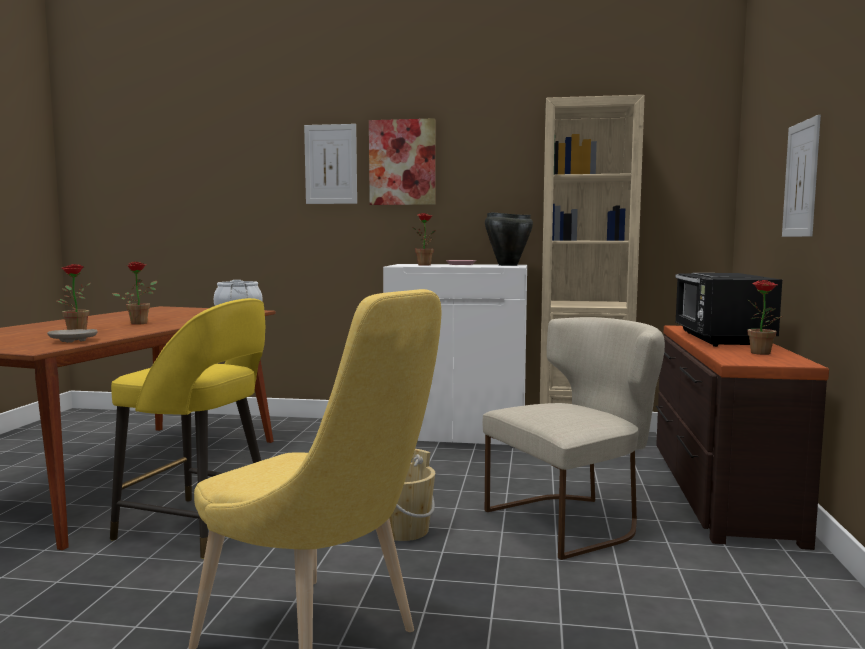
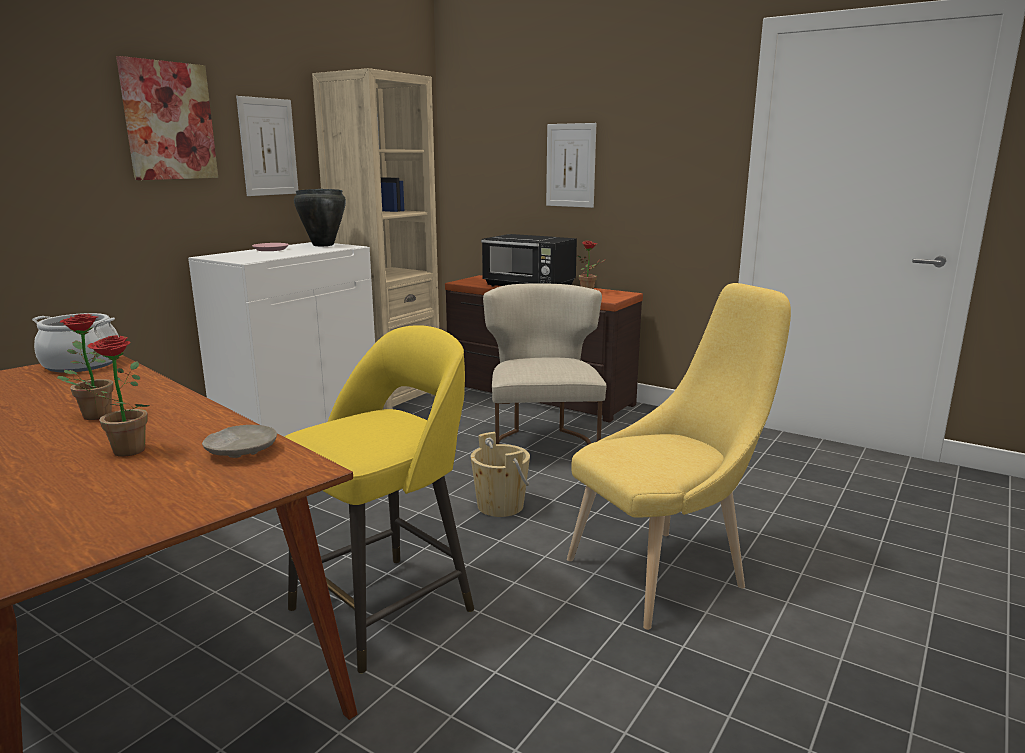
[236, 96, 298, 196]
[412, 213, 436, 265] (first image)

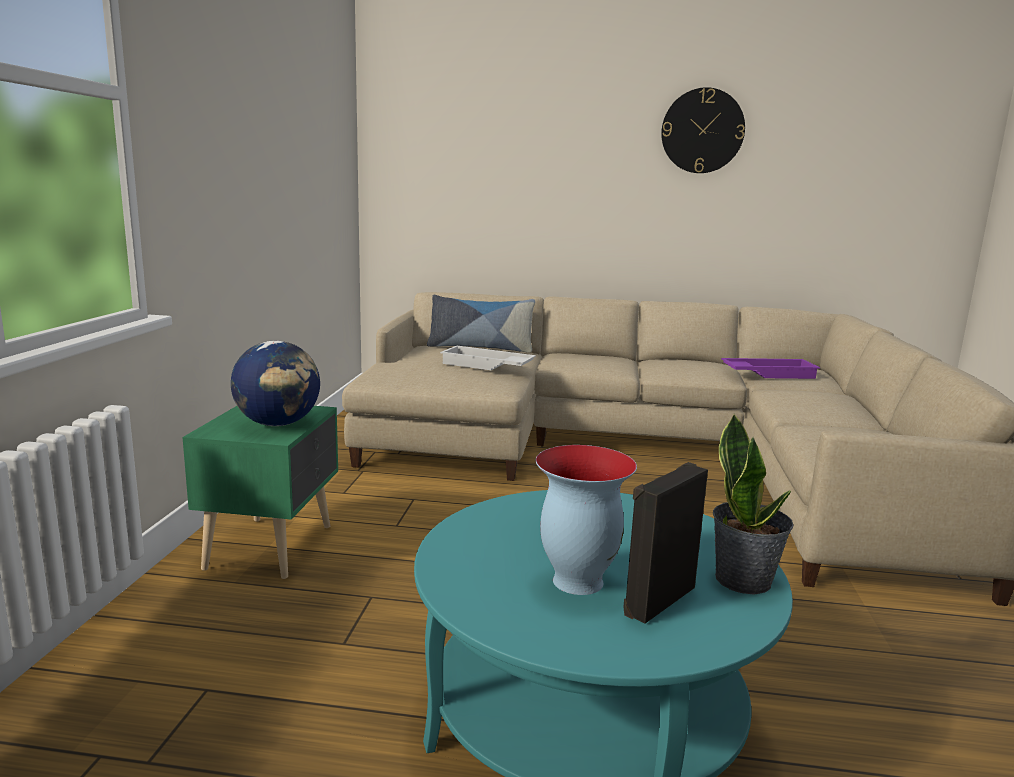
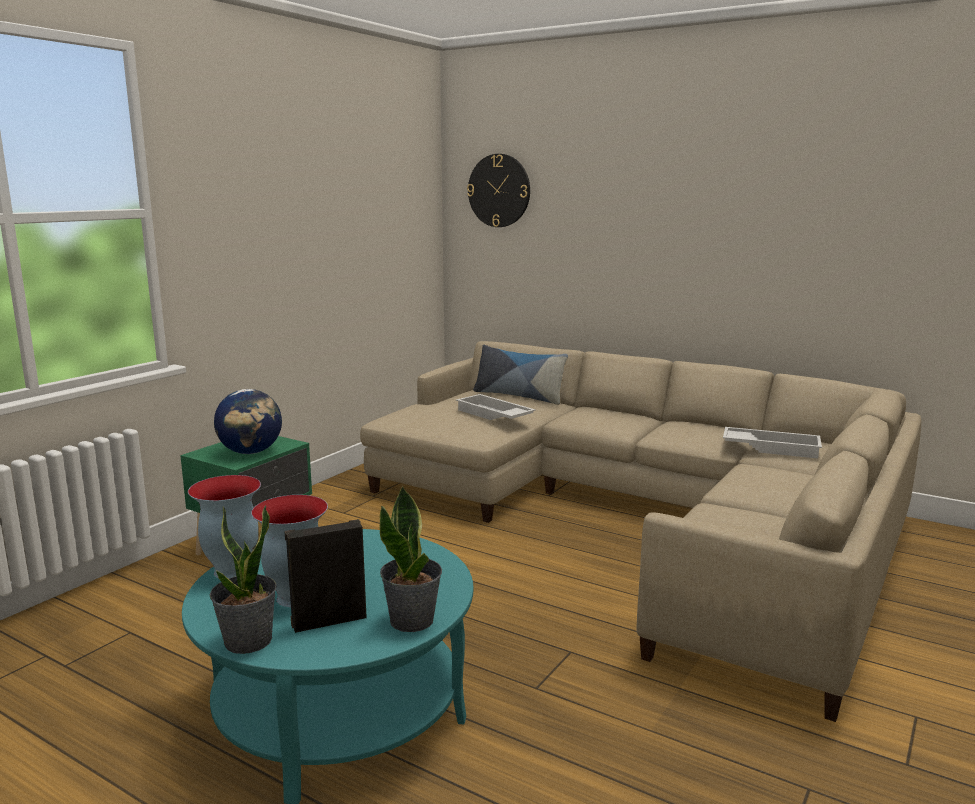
[467, 154, 530, 227]
[723, 427, 822, 458]
[188, 475, 261, 579]
[210, 505, 277, 654]

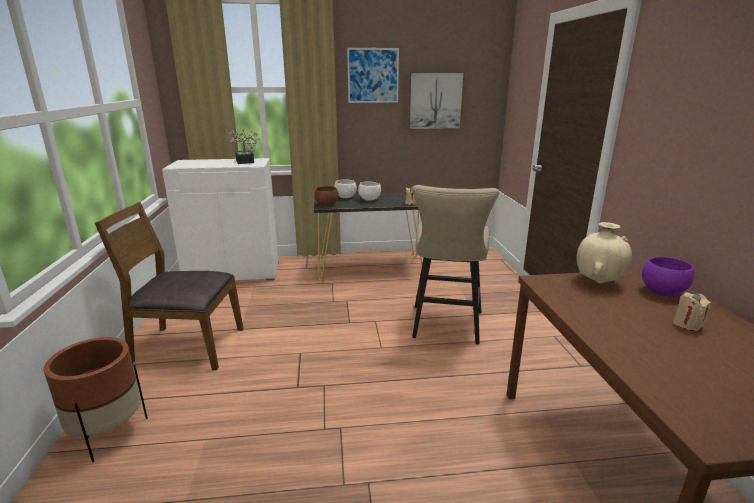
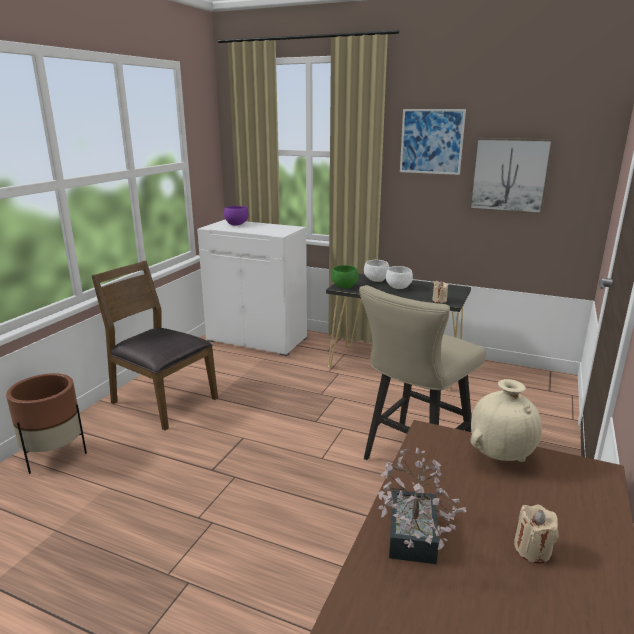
[377, 448, 466, 564]
[331, 265, 358, 289]
[224, 206, 248, 225]

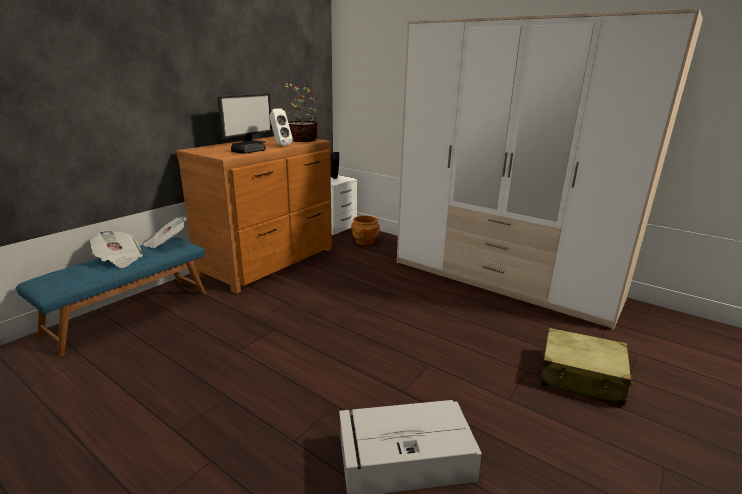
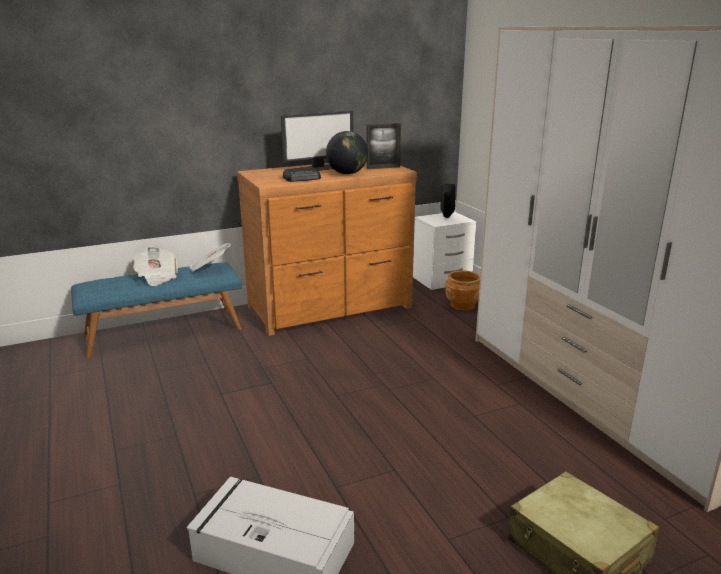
[326, 131, 368, 174]
[367, 123, 401, 169]

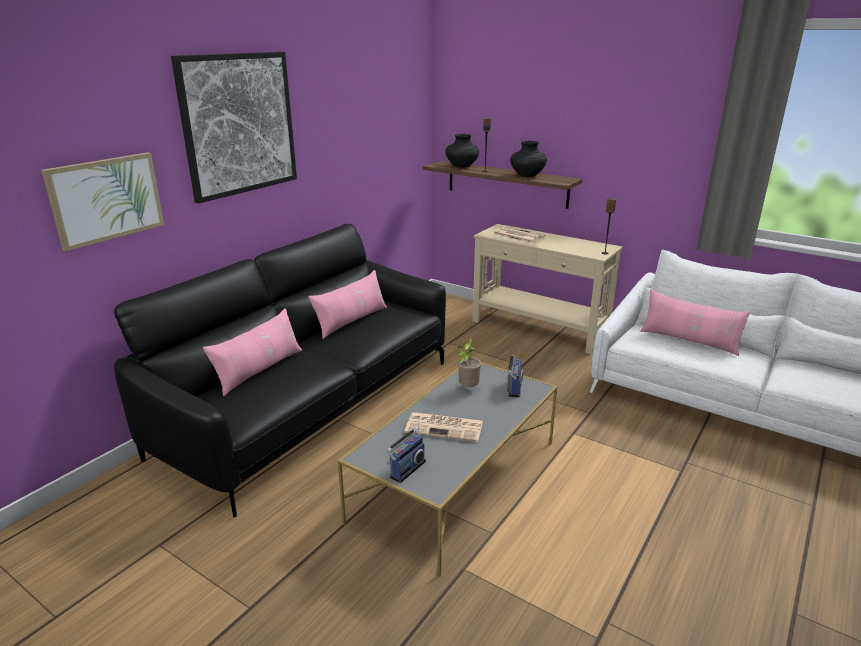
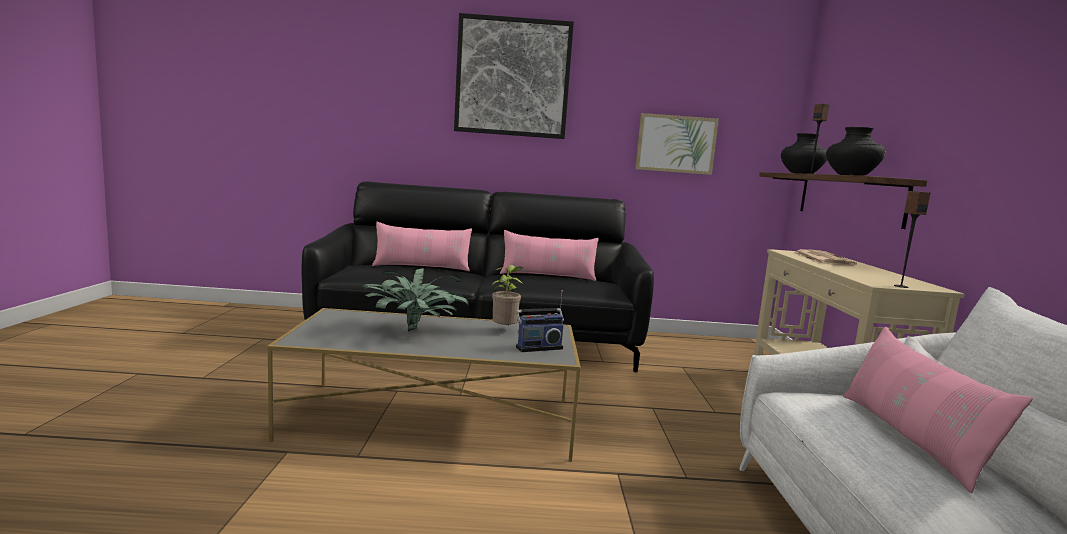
[635, 113, 719, 175]
[387, 416, 426, 483] (first image)
[362, 268, 469, 331]

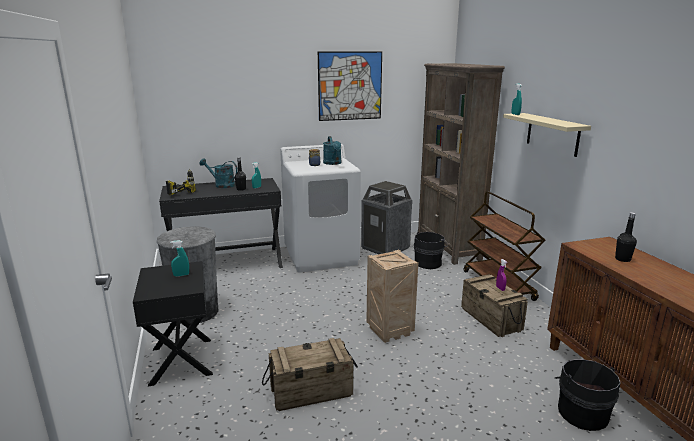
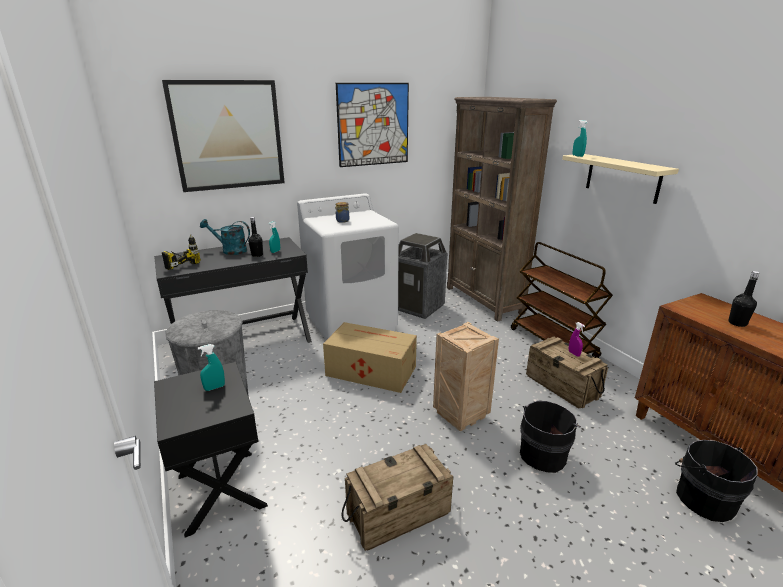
[323, 136, 341, 165] (first image)
[520, 401, 581, 473]
[162, 80, 285, 192]
[323, 322, 417, 393]

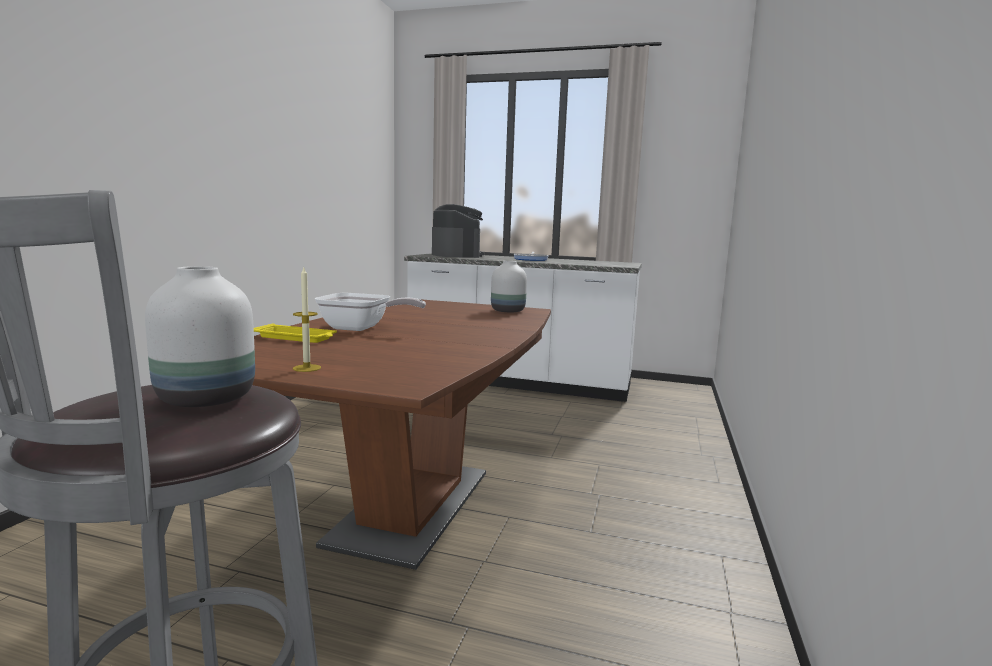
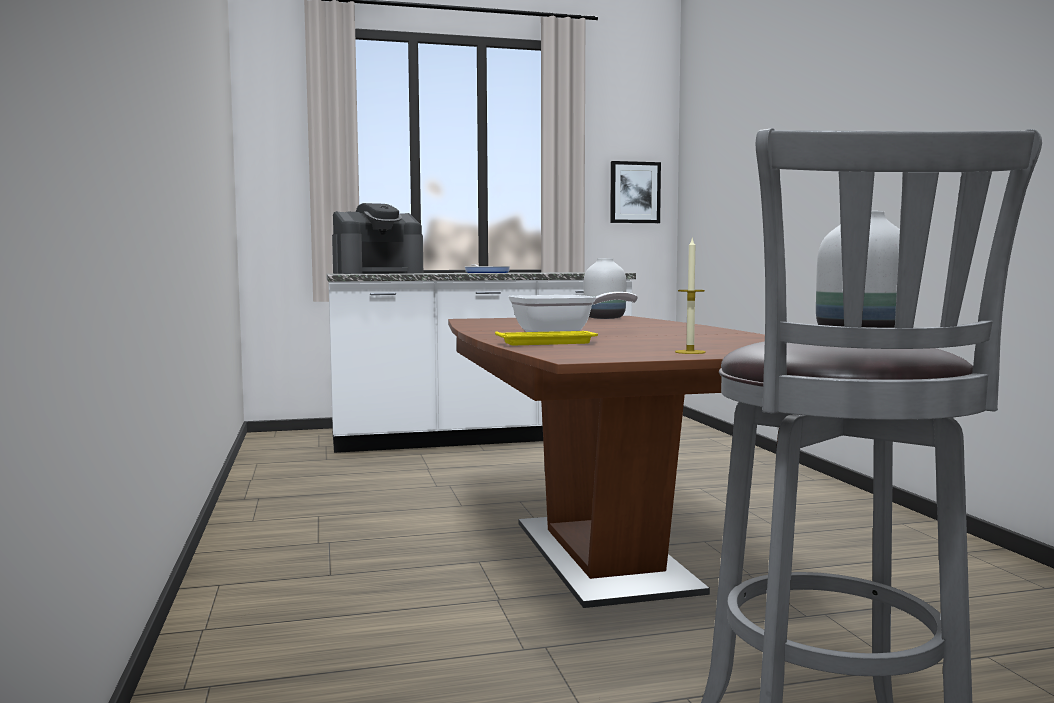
[332, 203, 423, 274]
[610, 161, 661, 223]

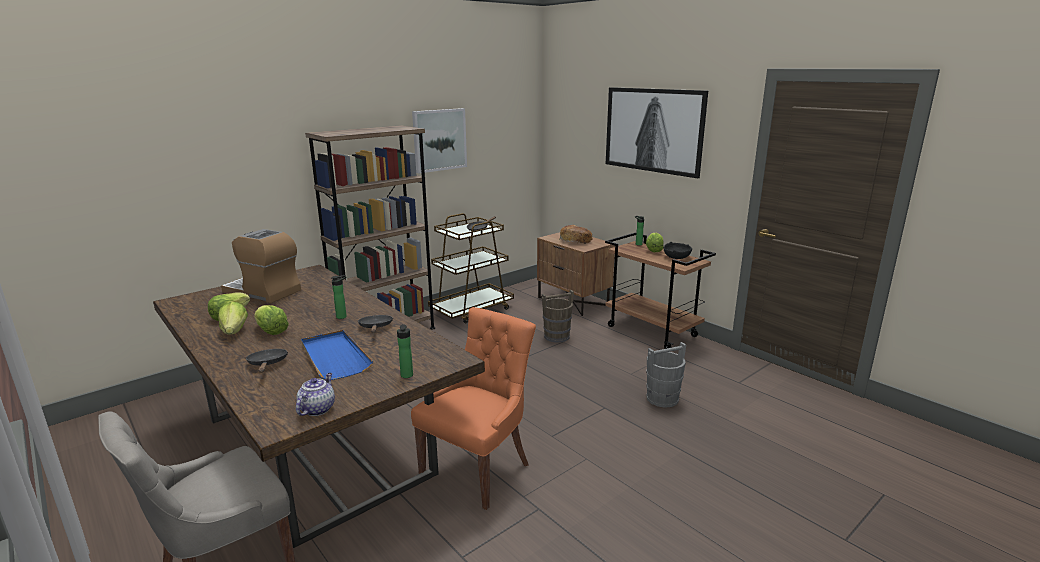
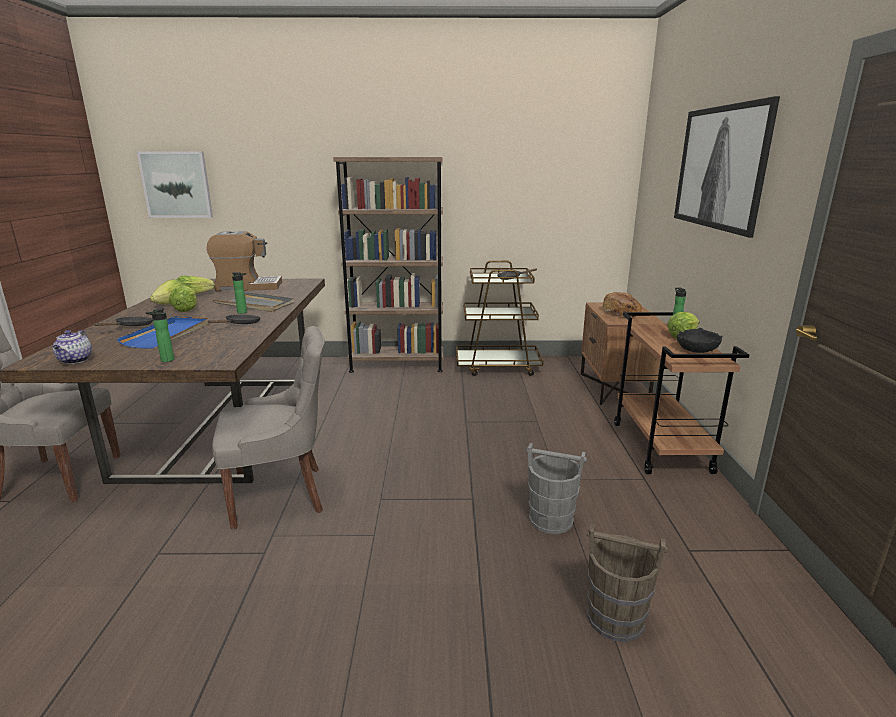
[207, 231, 282, 291]
[52, 330, 92, 364]
[212, 326, 325, 529]
[137, 152, 213, 218]
[587, 524, 667, 642]
[213, 292, 294, 312]

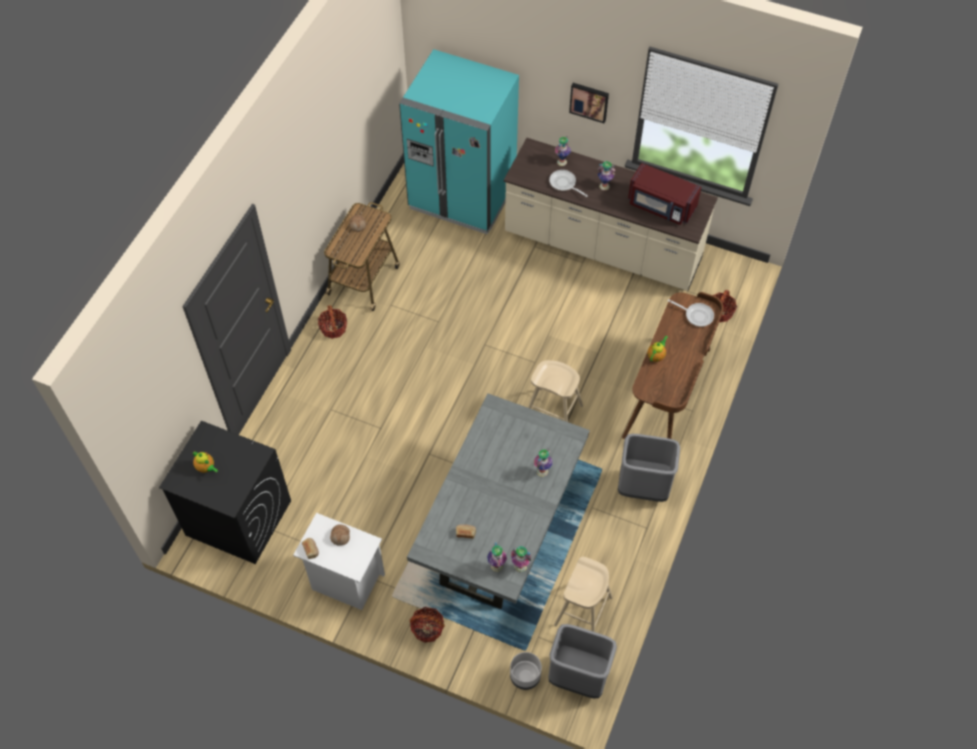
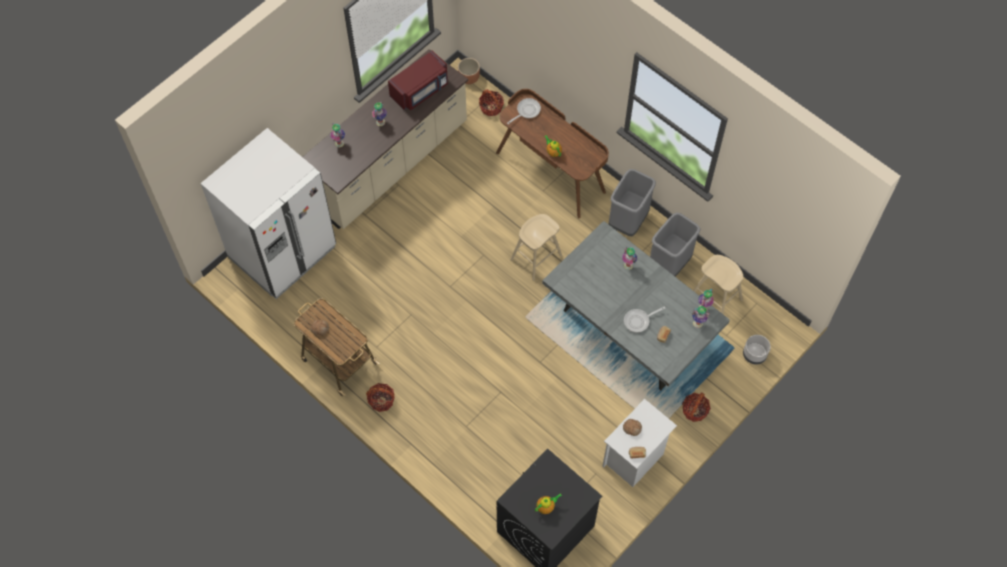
[201, 128, 336, 299]
[650, 212, 701, 277]
[624, 307, 665, 332]
[569, 83, 609, 123] (first image)
[458, 58, 480, 84]

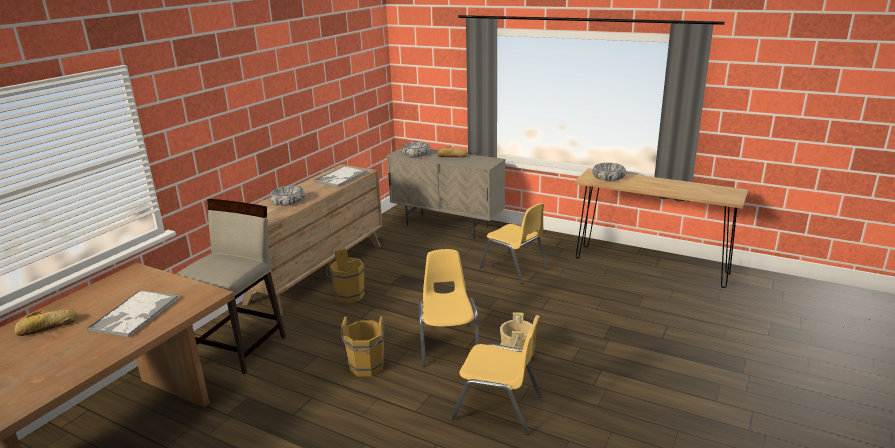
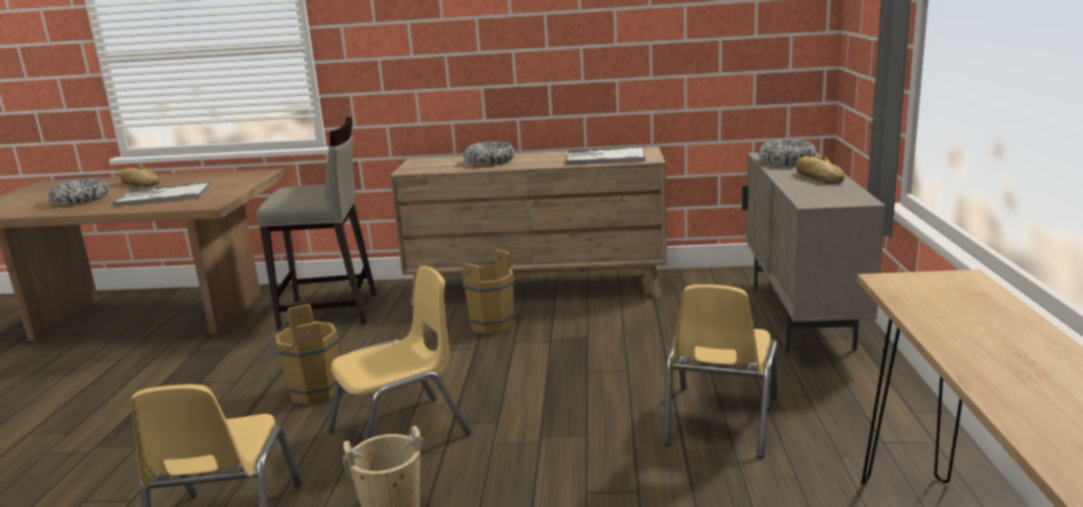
[48, 178, 108, 205]

